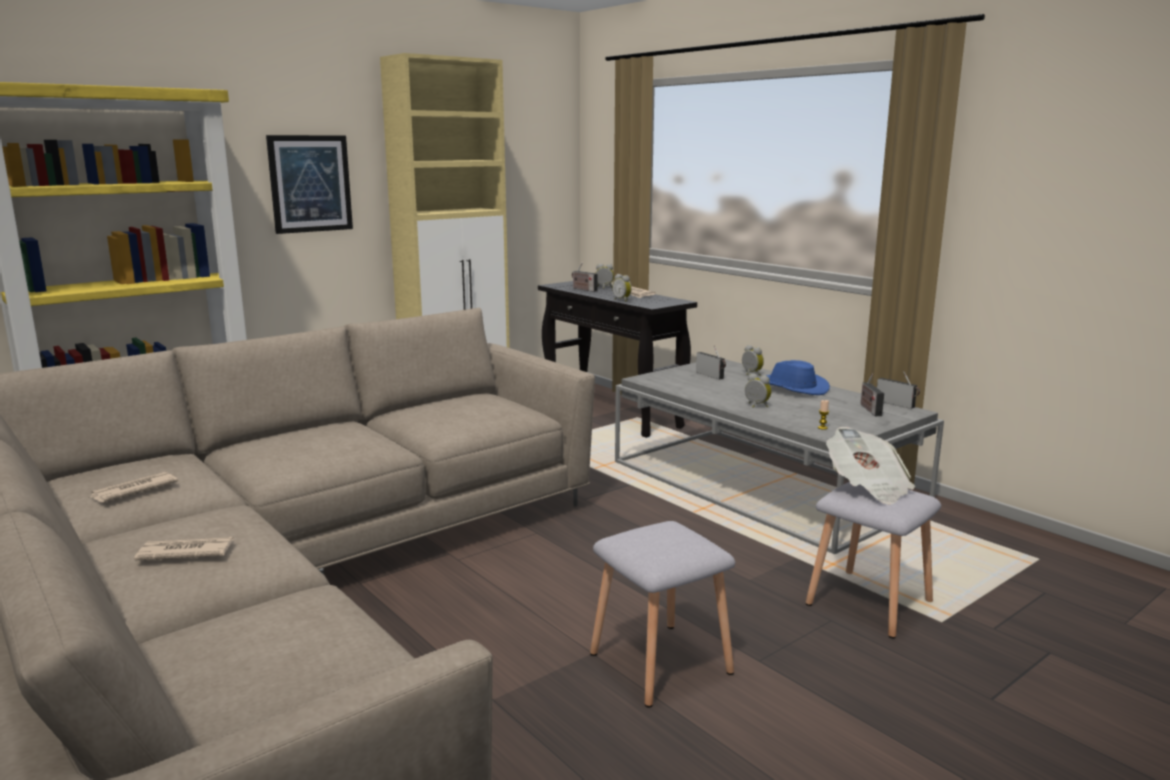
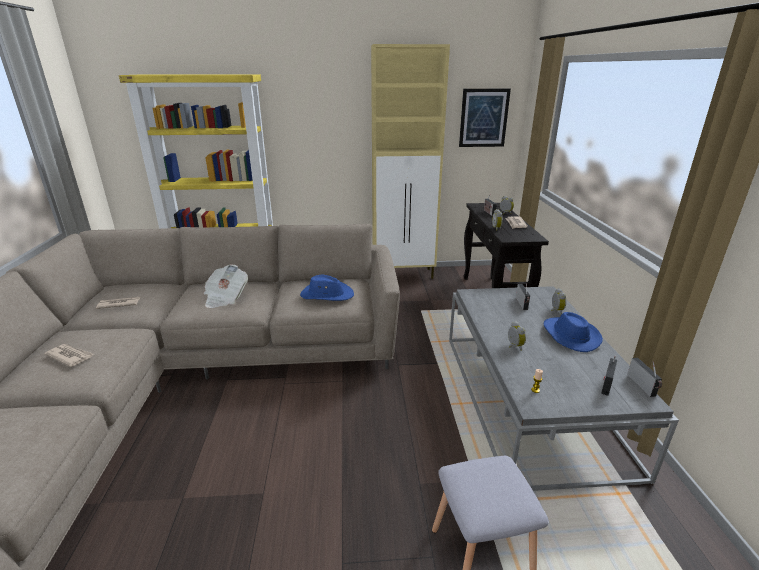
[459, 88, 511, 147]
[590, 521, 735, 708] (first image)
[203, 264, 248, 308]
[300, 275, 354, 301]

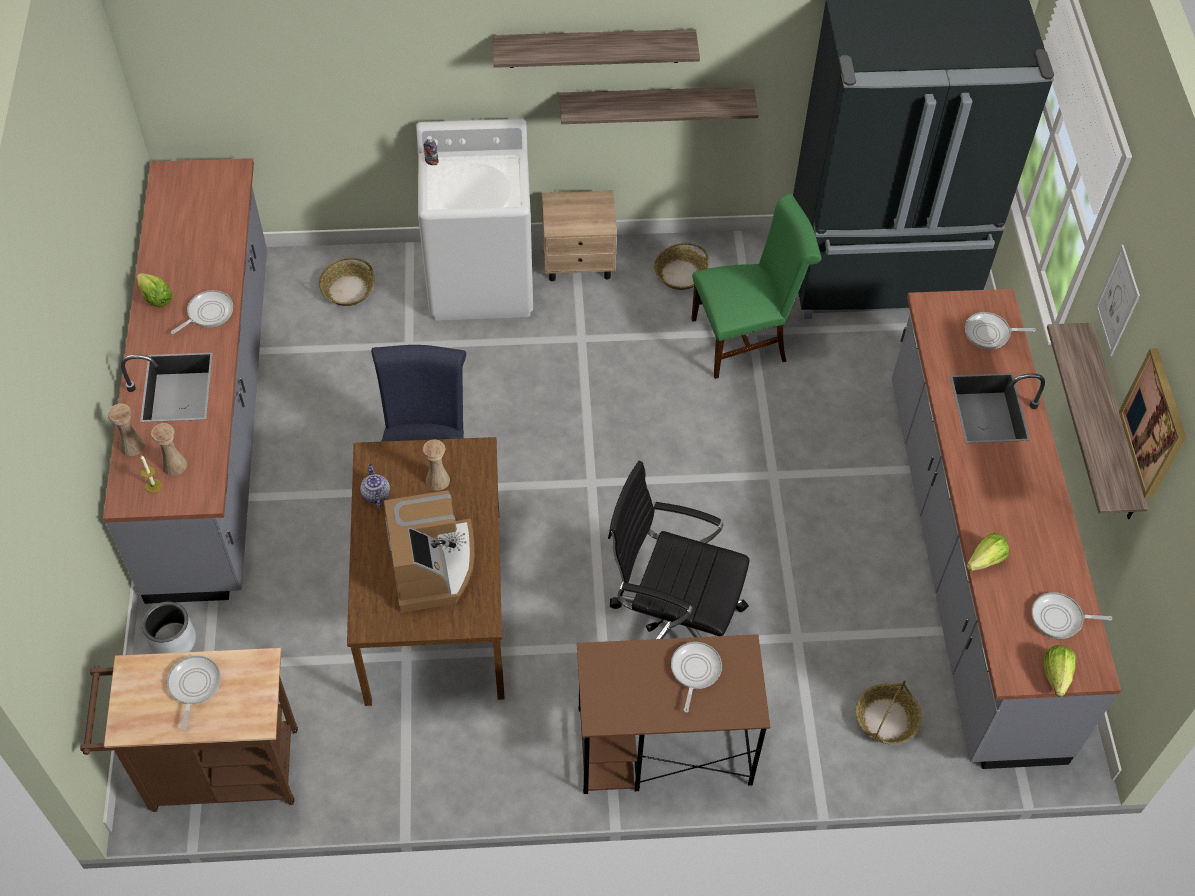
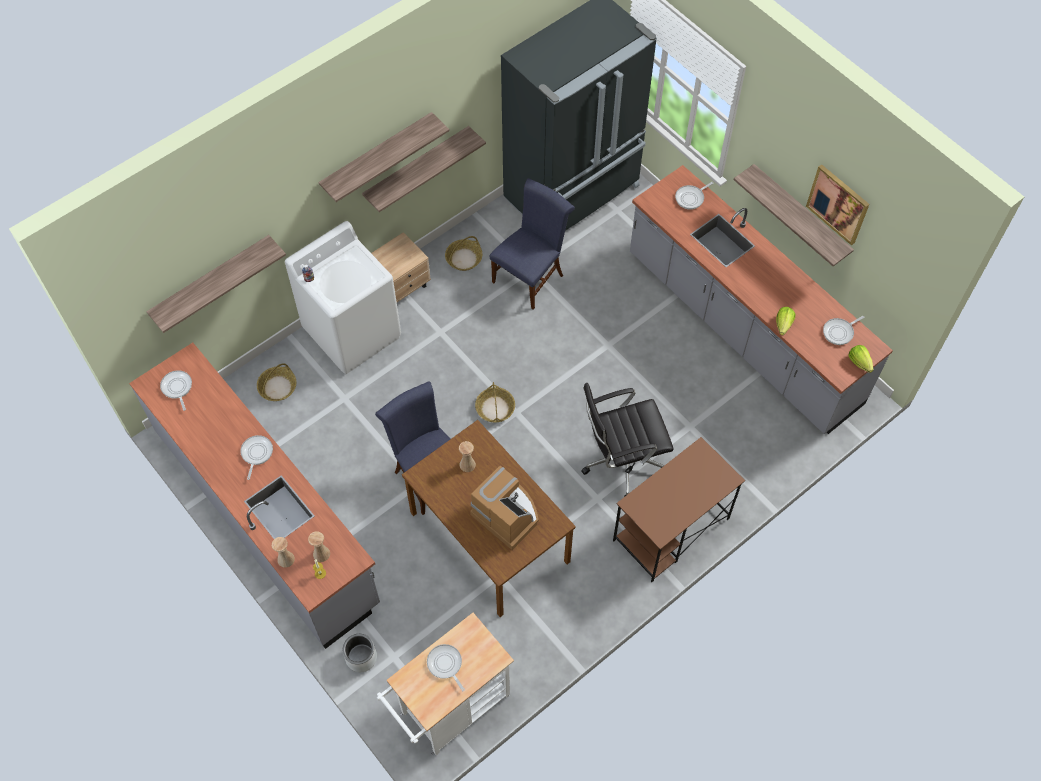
[377, 613, 514, 755]
[137, 273, 173, 307] (first image)
[360, 464, 390, 509] (first image)
[160, 370, 192, 411]
[489, 178, 575, 310]
[475, 382, 515, 422]
[1095, 245, 1140, 356] (first image)
[146, 235, 286, 333]

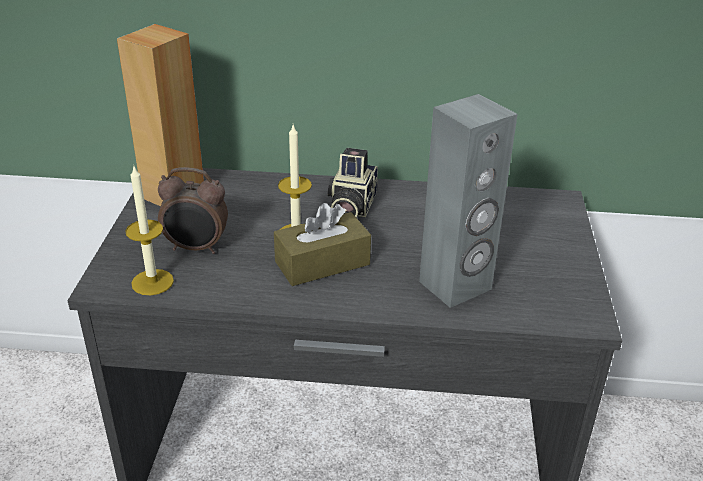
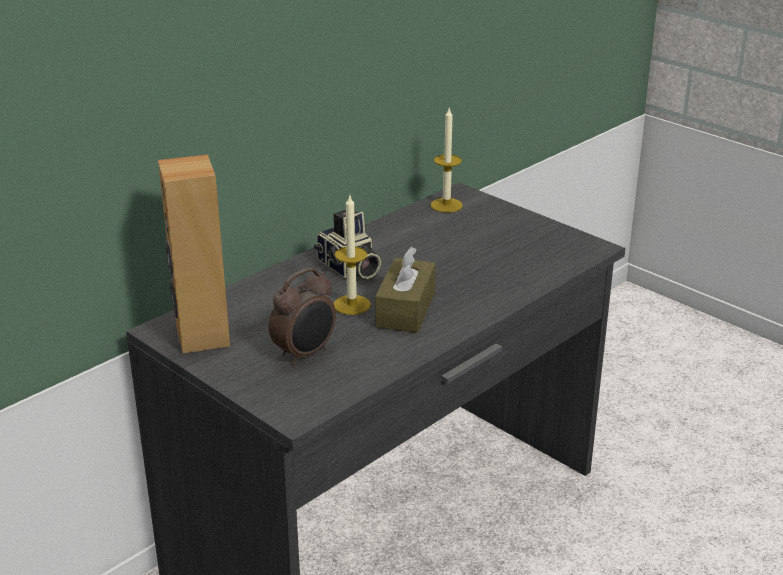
[431, 108, 463, 213]
[419, 94, 518, 308] (first image)

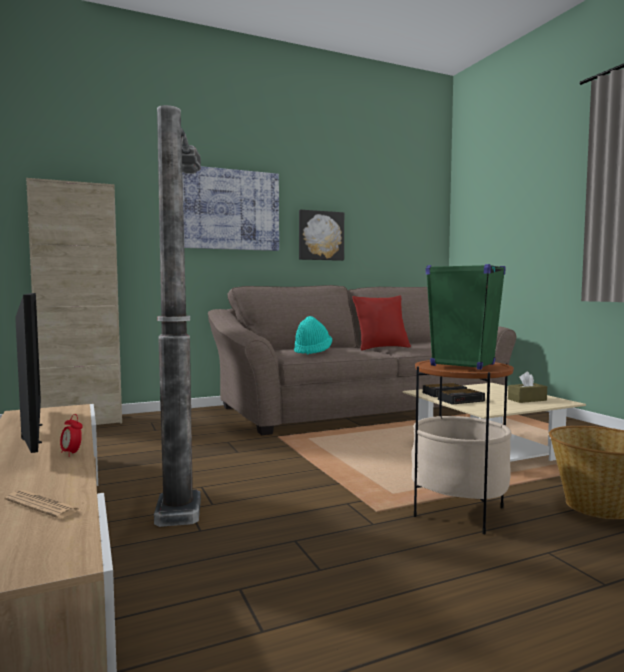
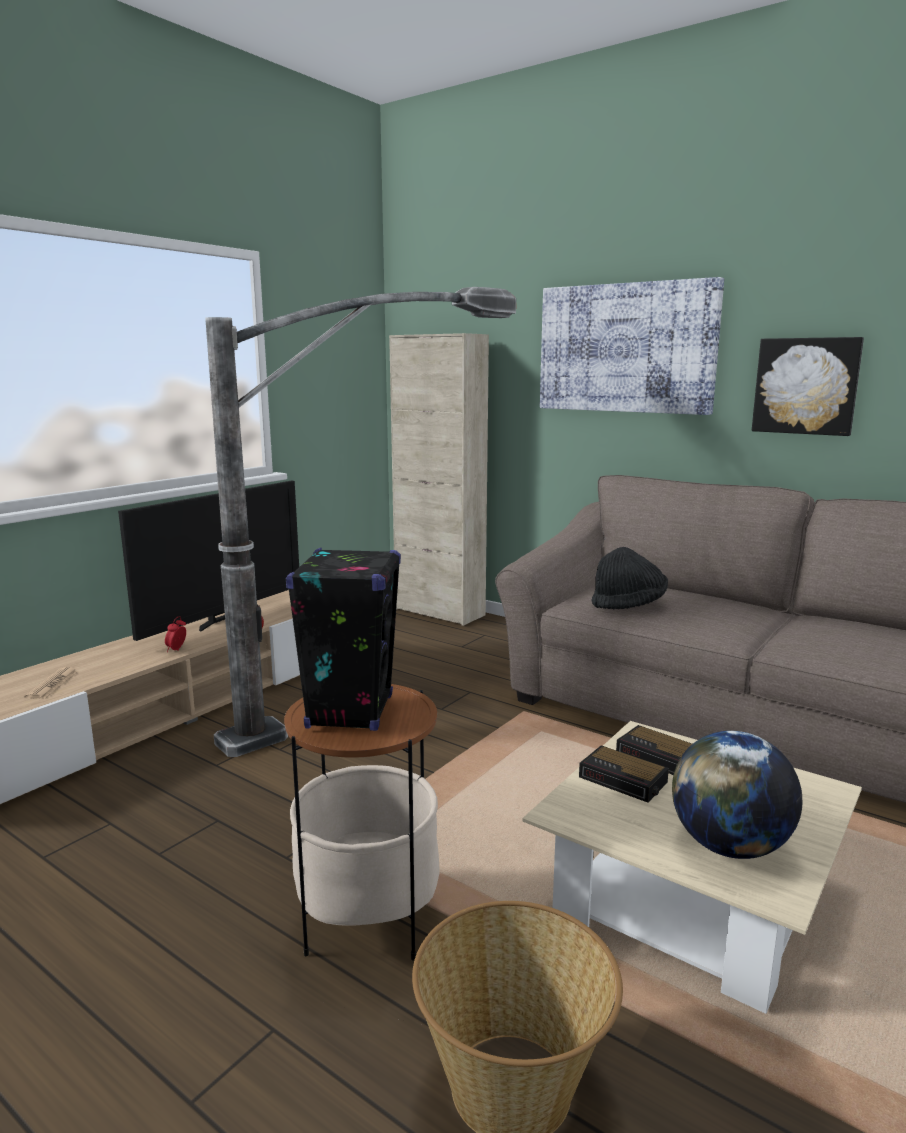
[591, 547, 668, 609]
[352, 296, 411, 351] (first image)
[286, 548, 401, 731]
[672, 731, 803, 859]

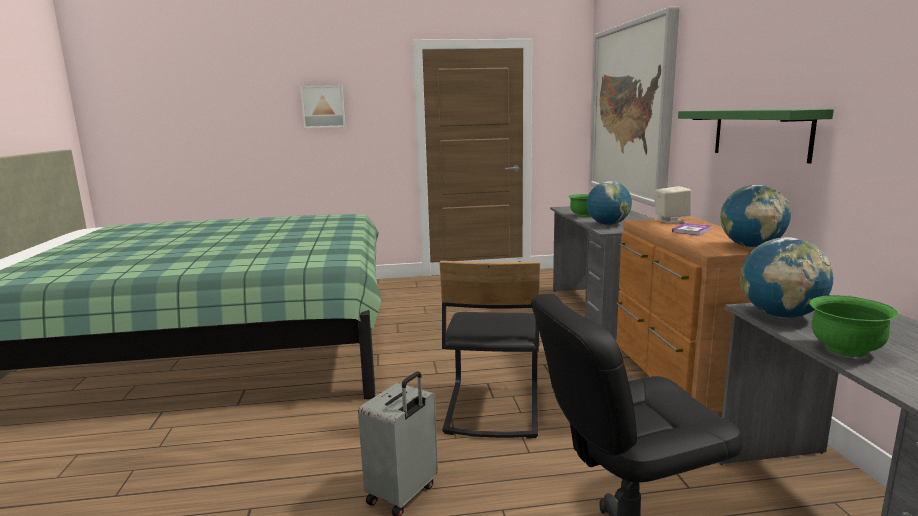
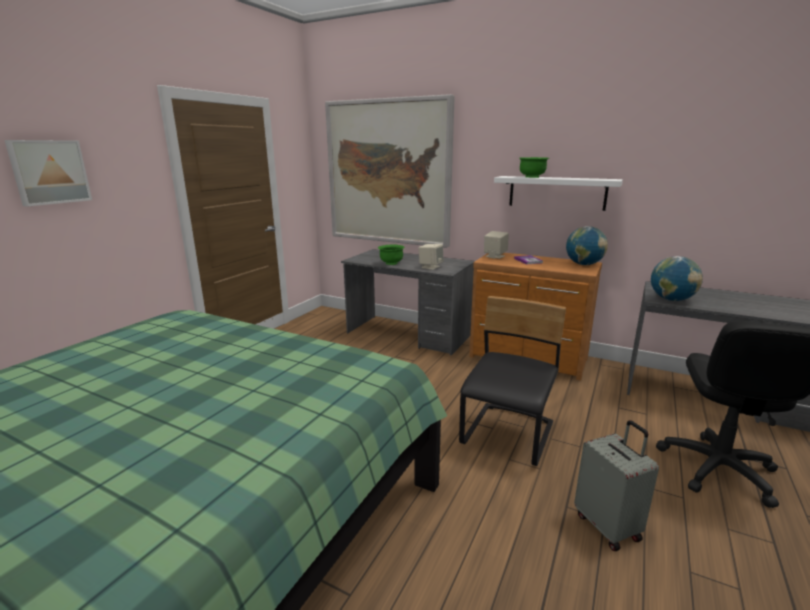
[459, 296, 566, 466]
[419, 244, 444, 270]
[494, 176, 623, 211]
[519, 157, 549, 178]

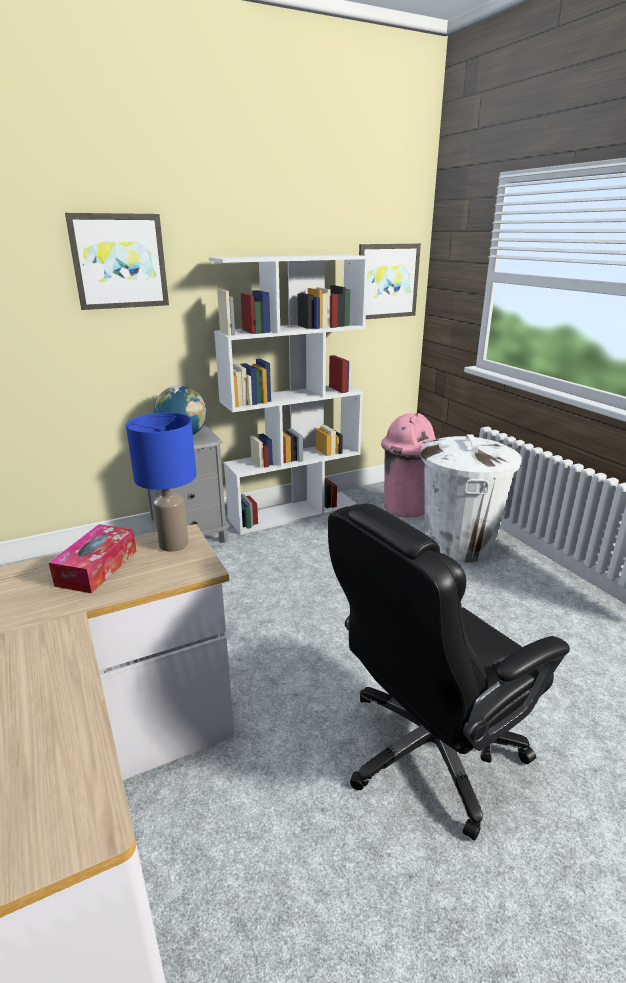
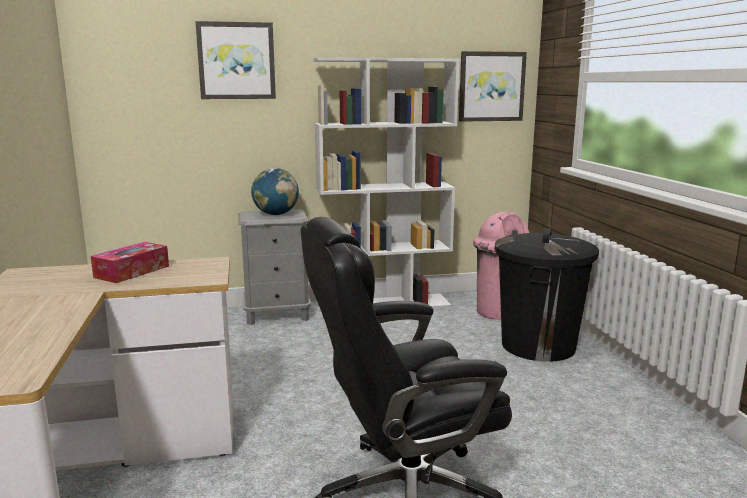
[126, 413, 197, 552] (first image)
[494, 228, 599, 362]

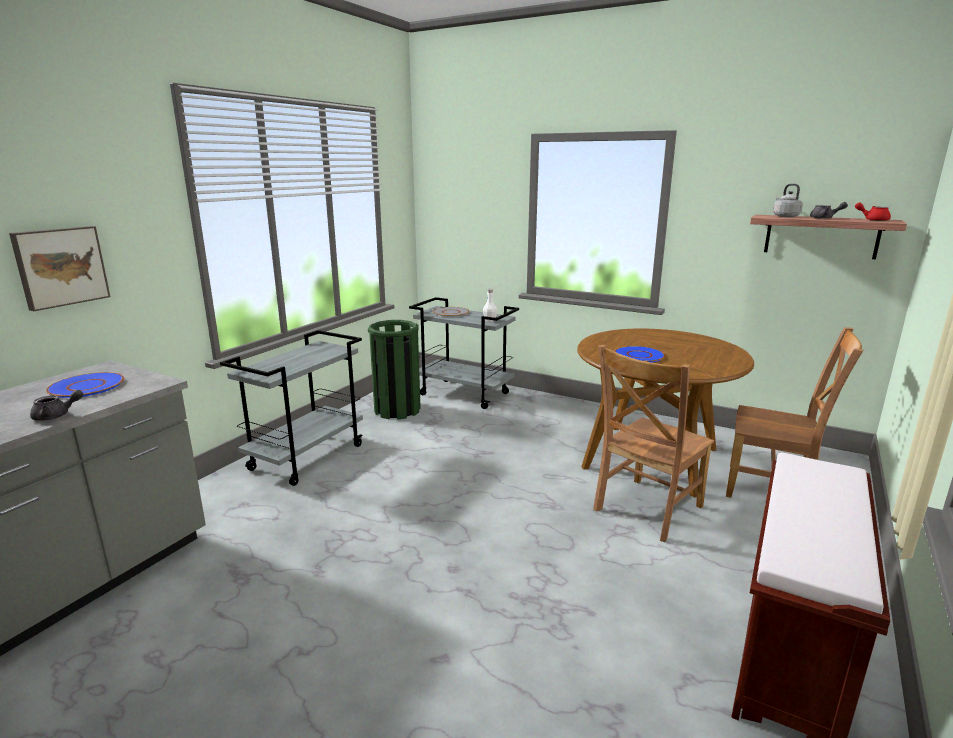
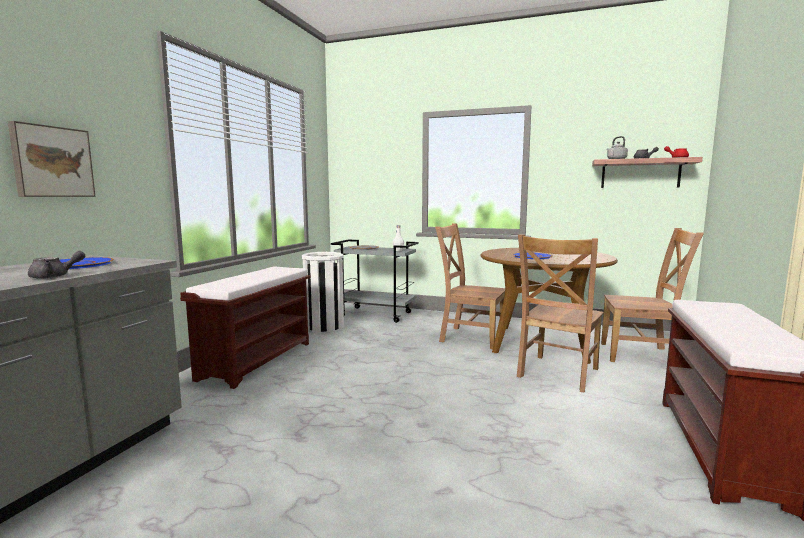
[180, 267, 311, 389]
[302, 252, 344, 333]
[435, 223, 505, 349]

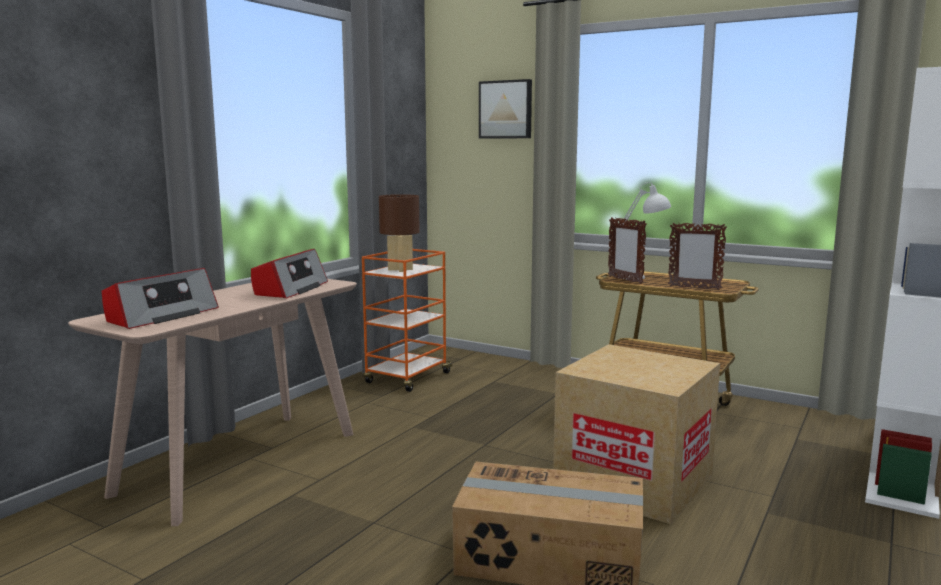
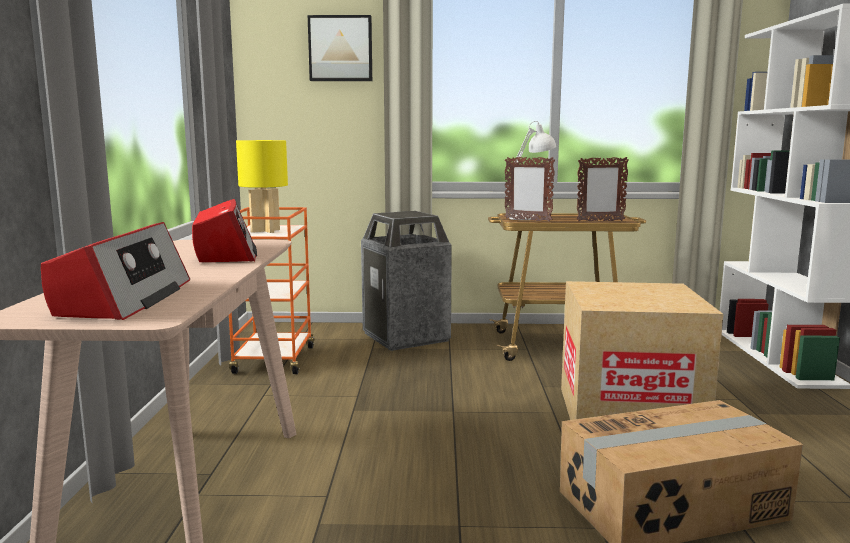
[236, 140, 288, 233]
[361, 211, 452, 351]

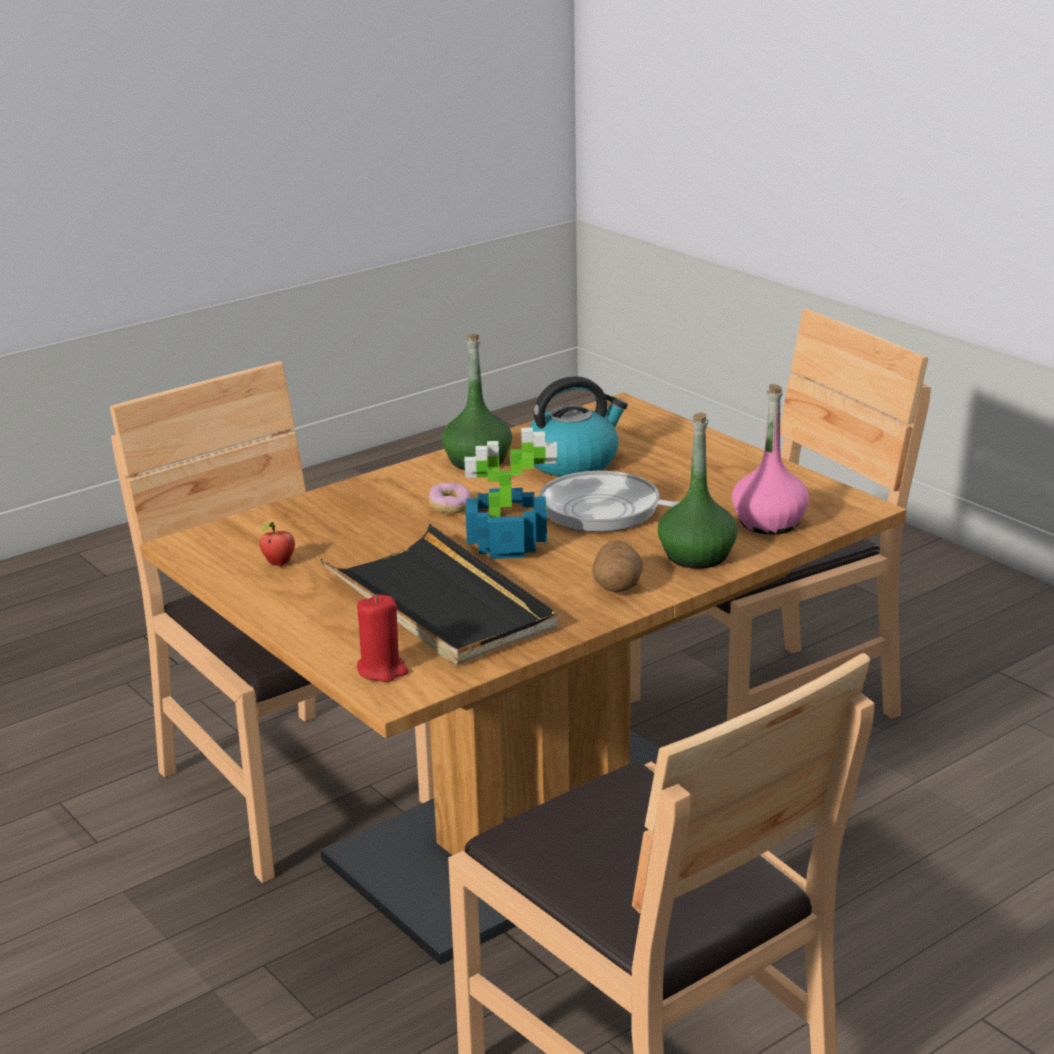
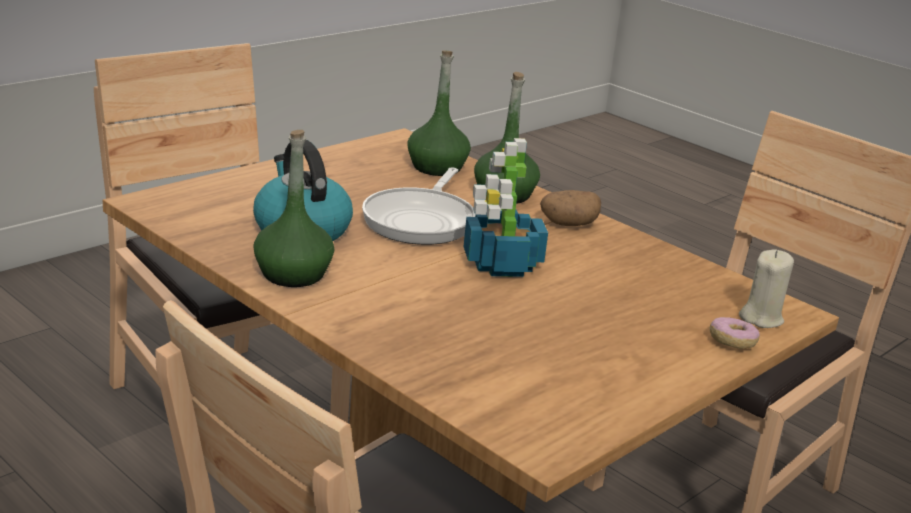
[260, 522, 295, 566] (first image)
[320, 524, 558, 665] (first image)
[739, 249, 794, 328]
[710, 317, 760, 349]
[407, 50, 471, 176]

